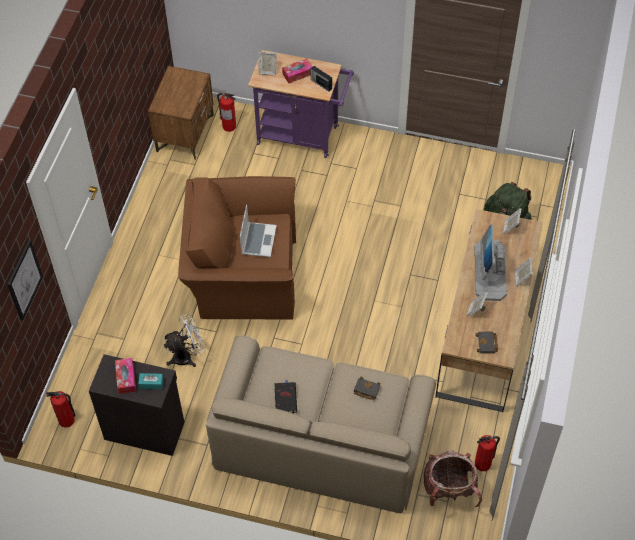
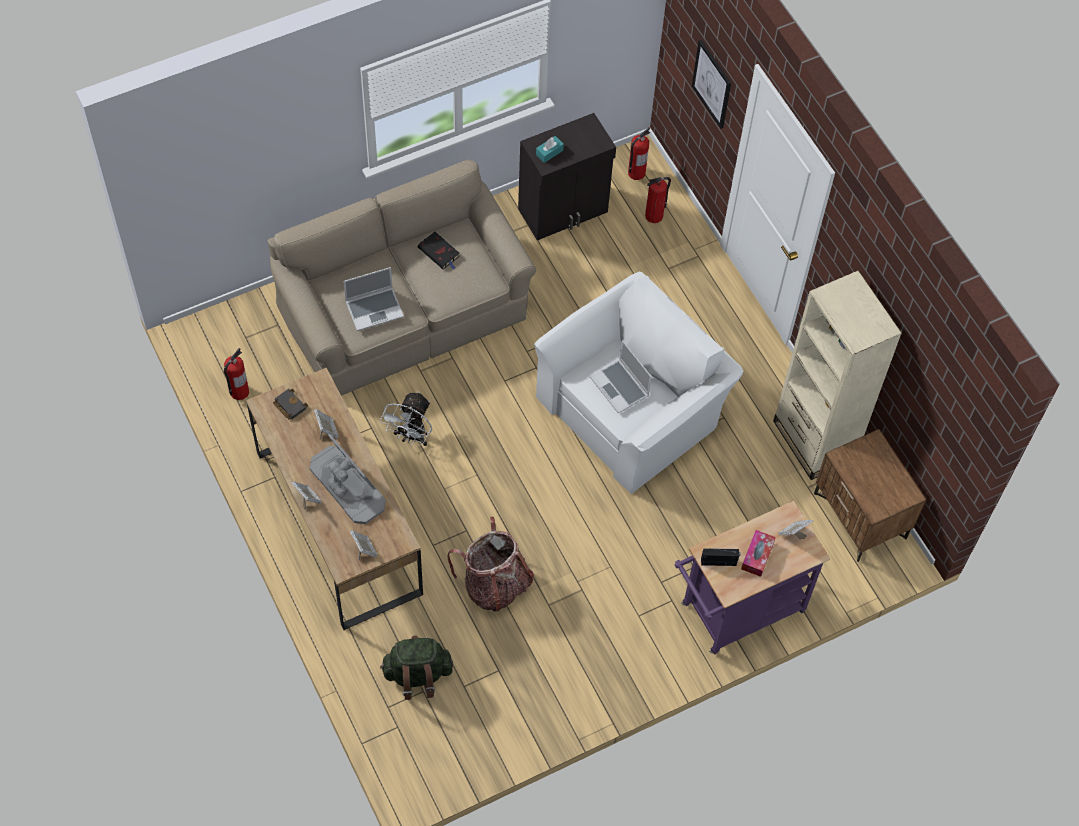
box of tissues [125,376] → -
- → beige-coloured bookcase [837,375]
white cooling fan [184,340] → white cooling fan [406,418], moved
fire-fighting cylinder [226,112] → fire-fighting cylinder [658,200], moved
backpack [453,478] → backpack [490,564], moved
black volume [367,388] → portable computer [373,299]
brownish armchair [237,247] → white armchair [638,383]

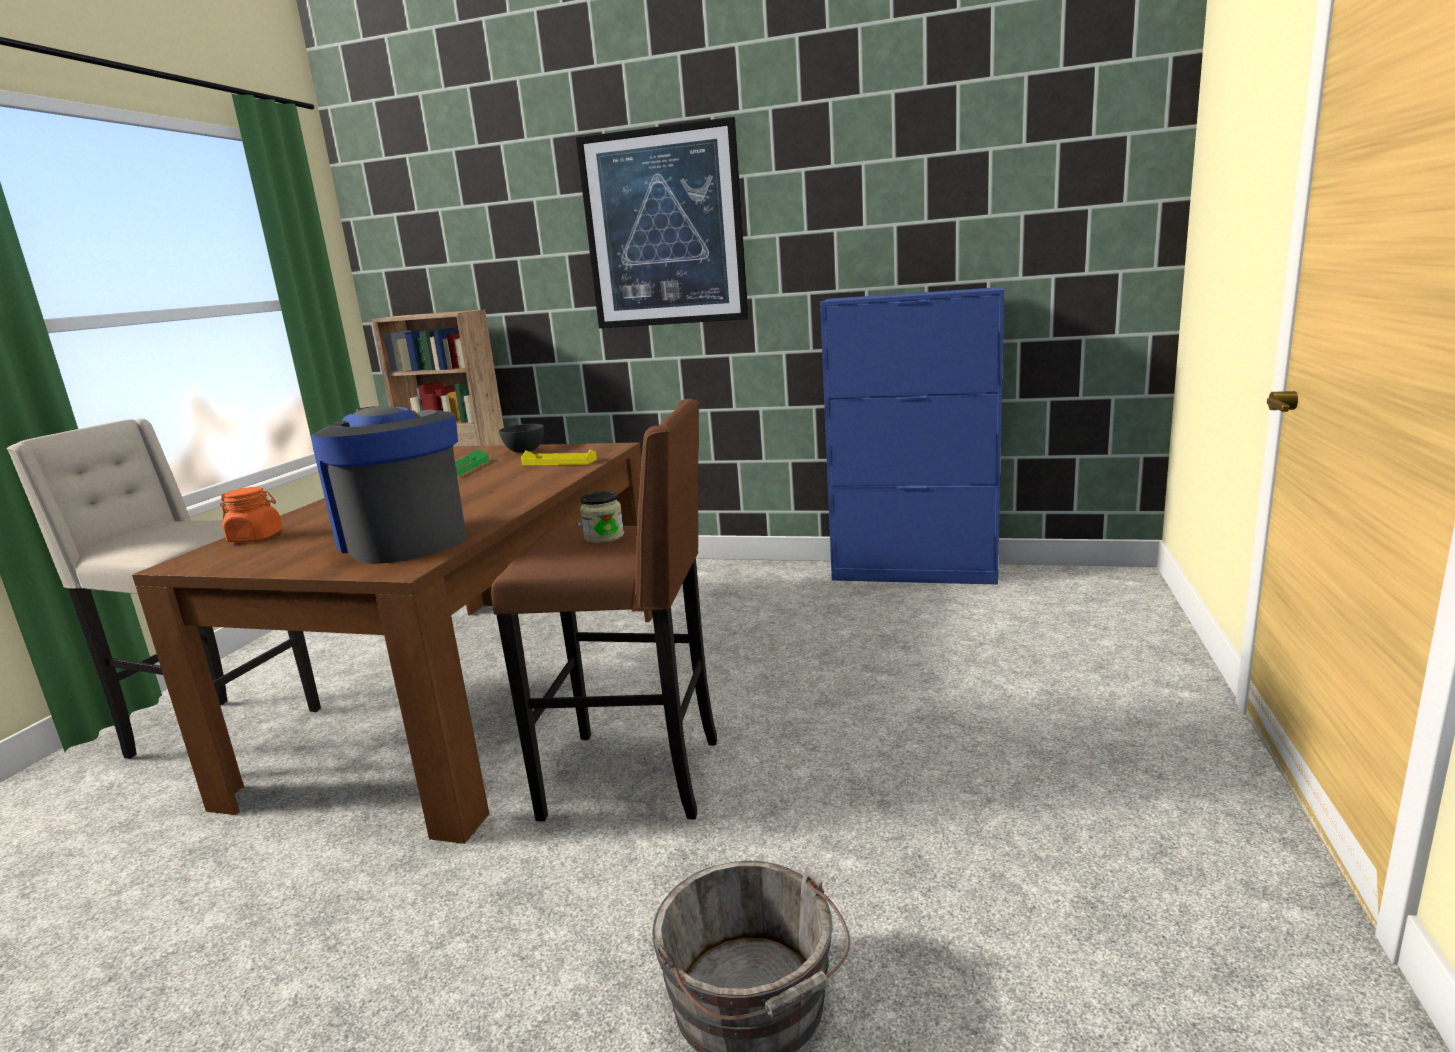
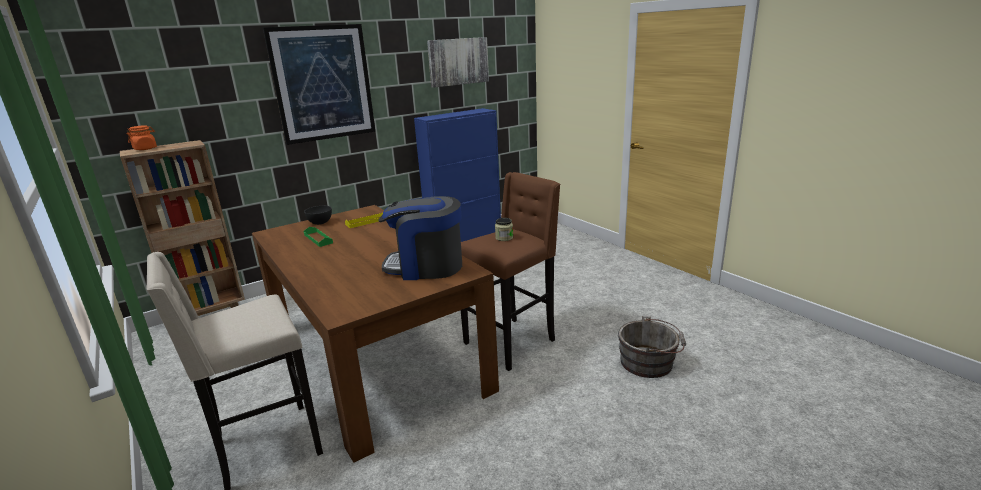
- → wall art [458,62]
orange-coloured storage jar [251,514] → orange-coloured storage jar [142,137], moved

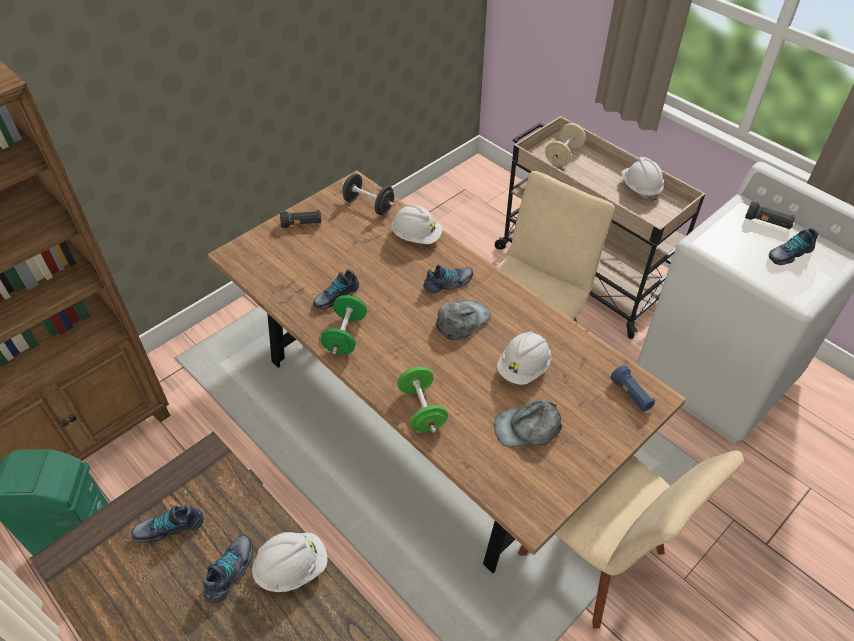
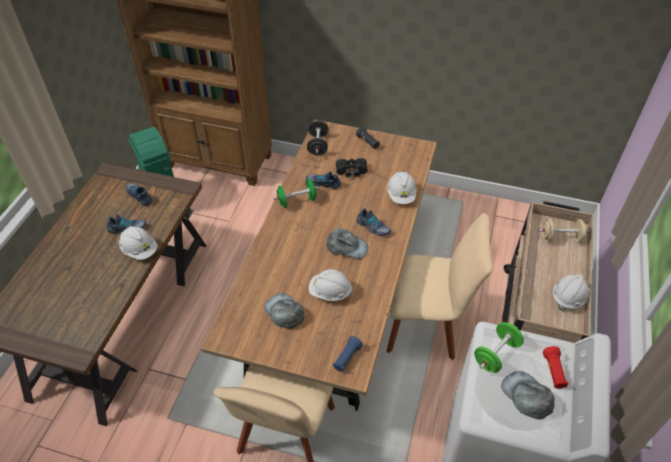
- → black field glasses [352,168]
black free weight [368,194] → black free weight [318,138], moved
green free weight [422,400] → green free weight [499,347], moved
low shoe [793,246] → grey baseball cap [528,395]
black flashlight [770,215] → red flashlight [556,367]

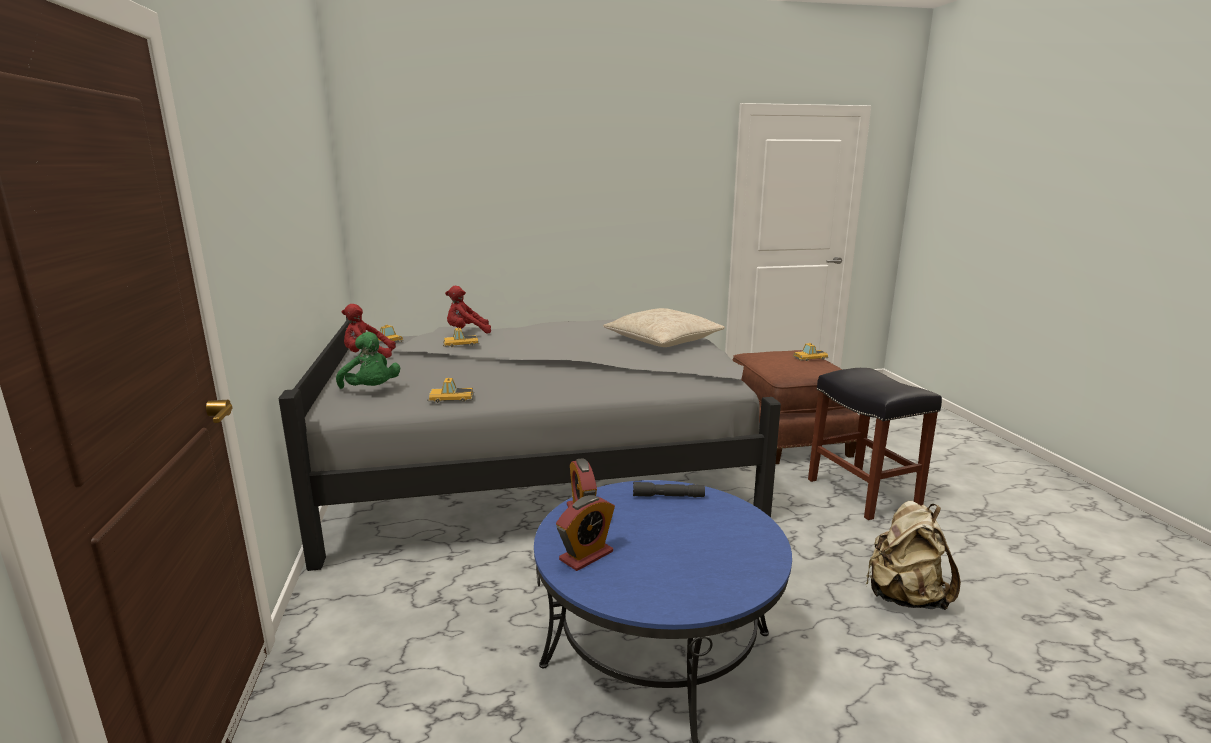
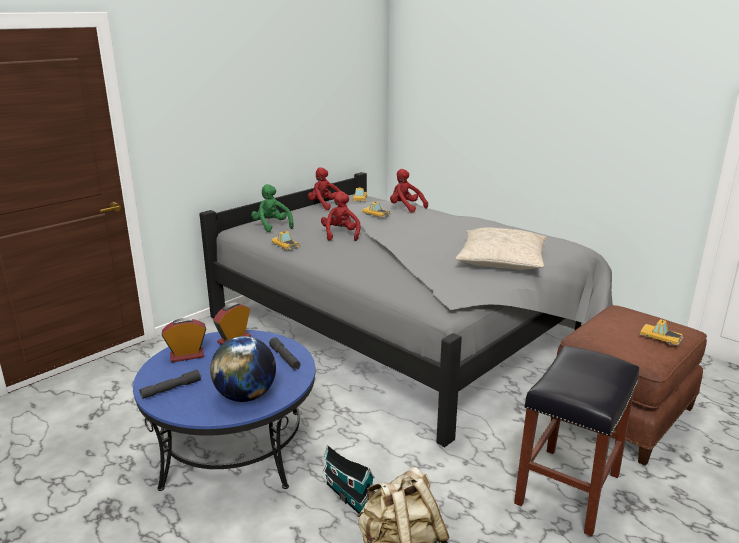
- → grey flashlight [170,384]
- → desk globe [243,369]
- → red cuddly toy [340,216]
- → miniature house [349,479]
green cuddly toy [368,360] → green cuddly toy [272,208], 135 degrees clockwise
bedside clock [585,533] → bedside clock [184,340], 150 degrees clockwise

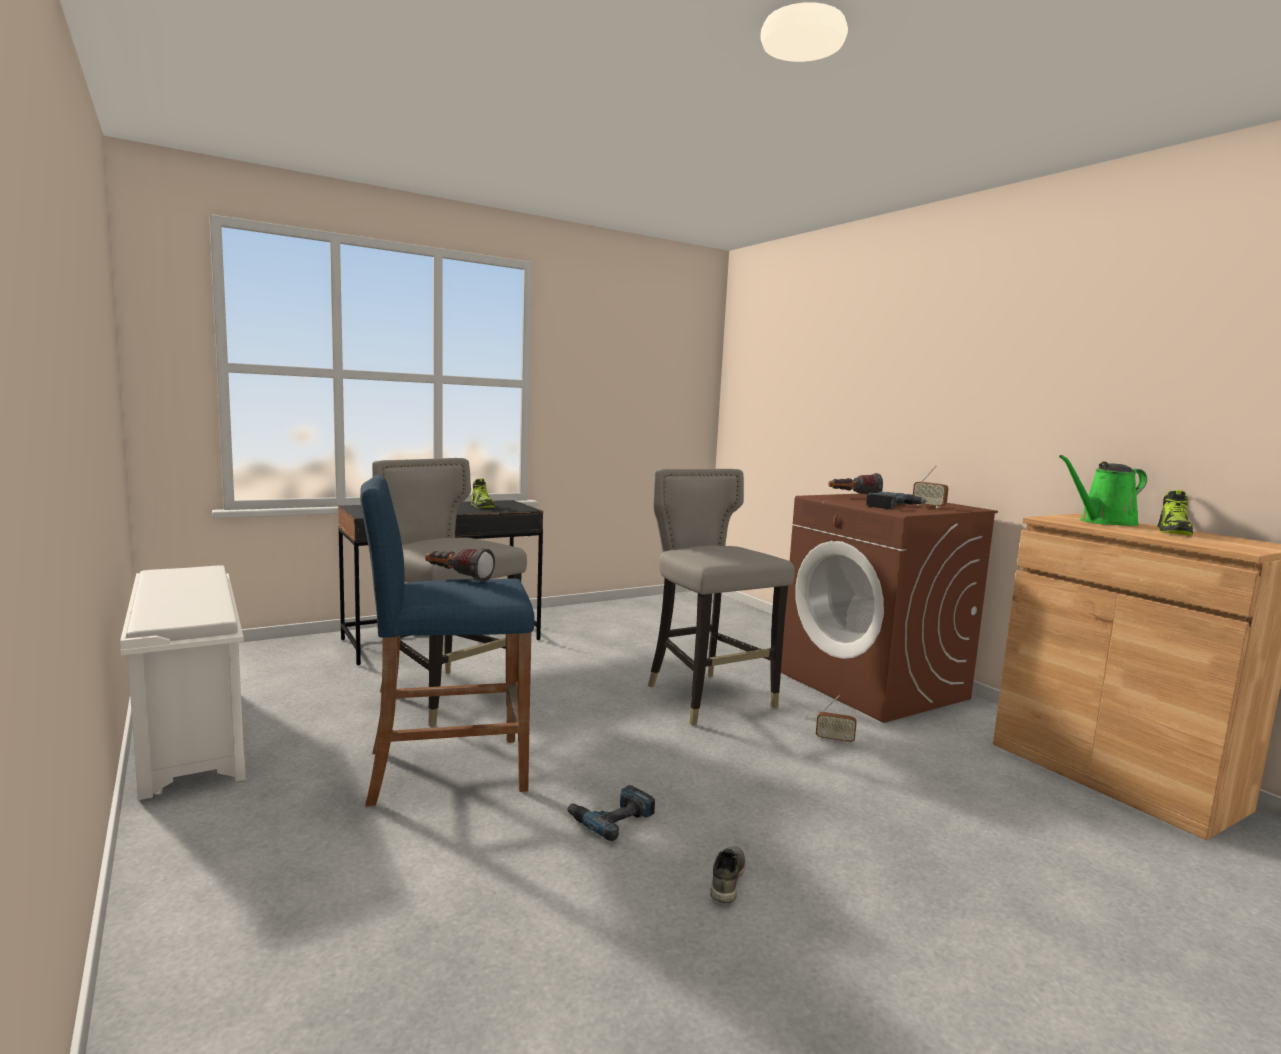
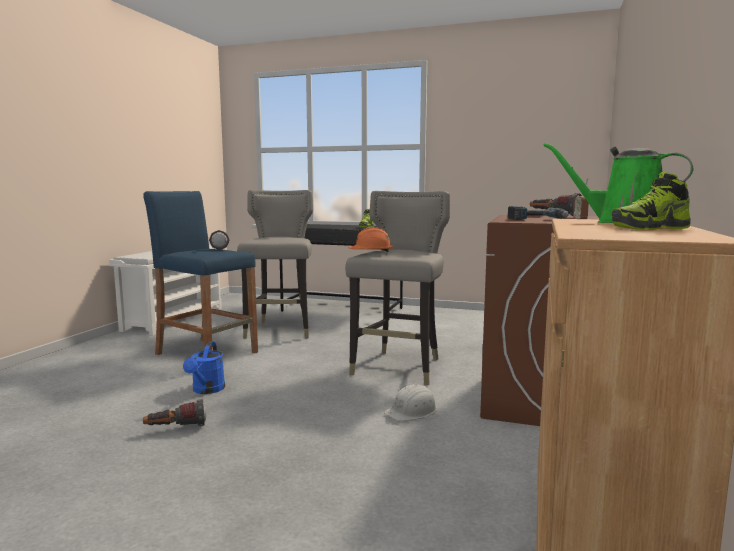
- → orange-coloured work helmet [371,239]
electric drill [610,813] → blue sprinkling can [204,367]
grey low shoe [728,875] → flashlight [175,412]
radio [836,719] → white work helmet [410,402]

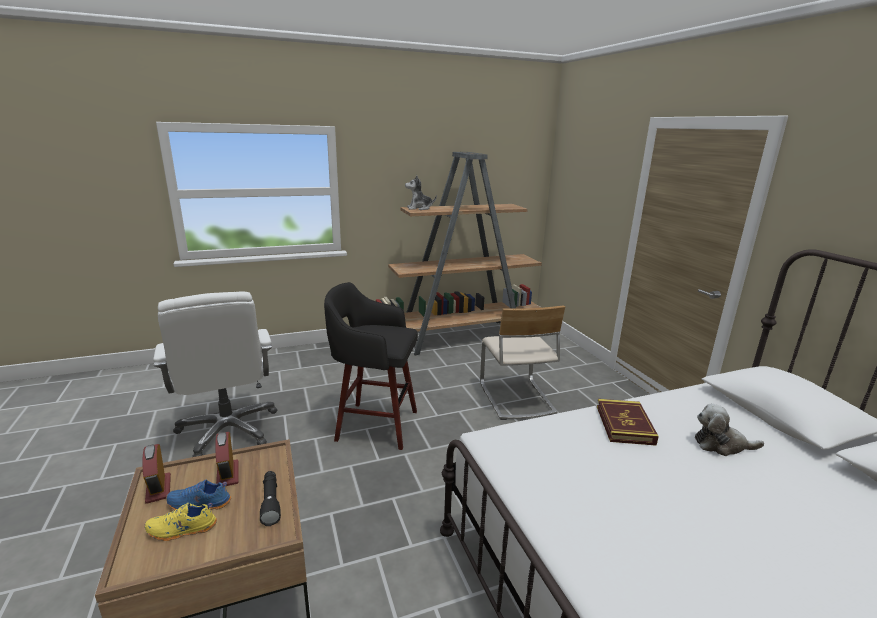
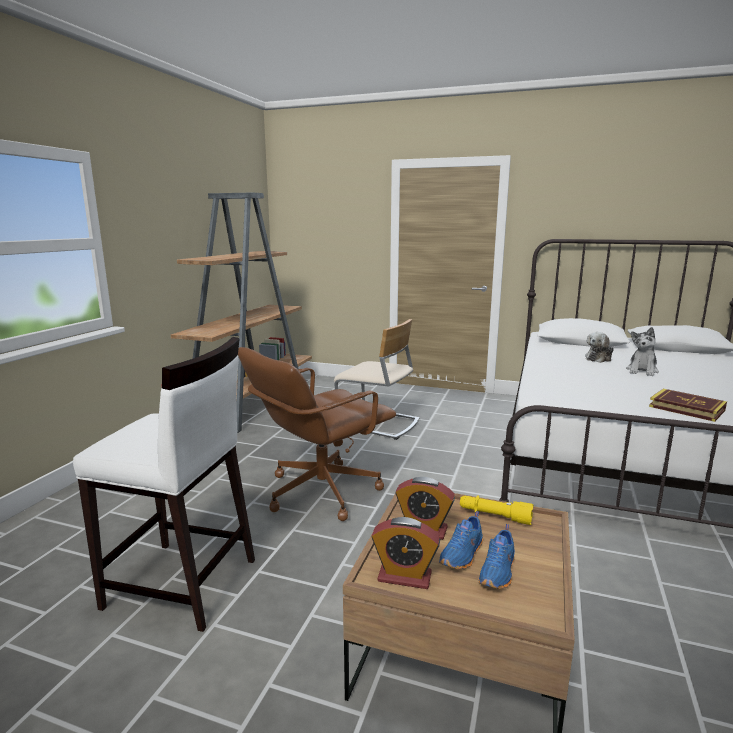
cuddly toy [421,192] → cuddly toy [642,351], moved
volume [628,422] → volume [688,405], moved
white computer chair [215,374] → white sitting stool [164,484]
black sitting stool [371,366] → brownish computer chair [317,434]
yellow-coloured low shoe [181,522] → blue low shoe [496,556]
black flashlight [270,498] → yellow-coloured flashlight [497,510]

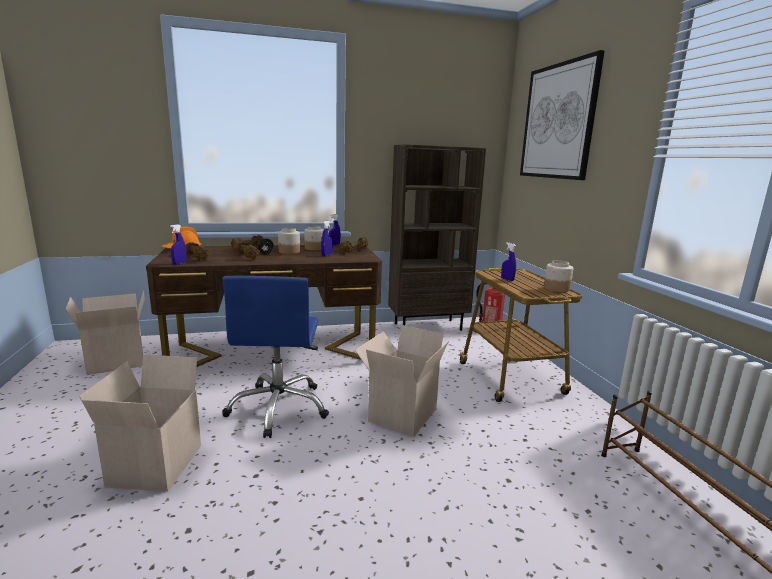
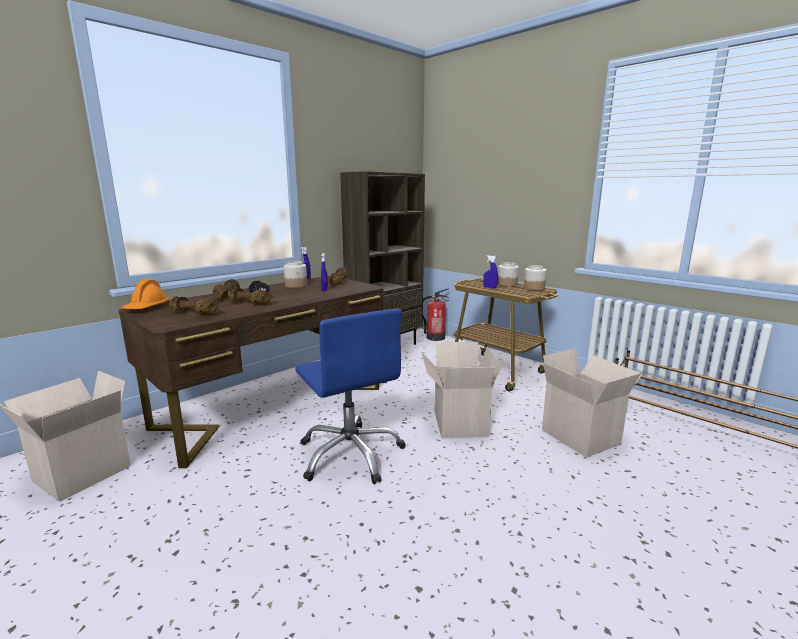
blue hand sprayer [178,244] → -
wall art [562,115] → -
packing box [146,423] → packing box [592,403], moved
storage jar [289,241] → storage jar [508,274], moved

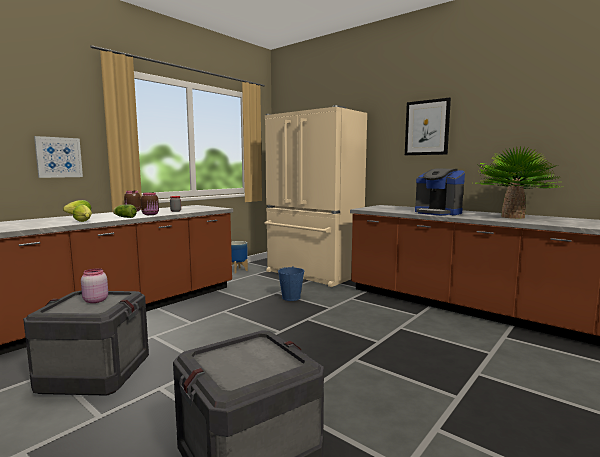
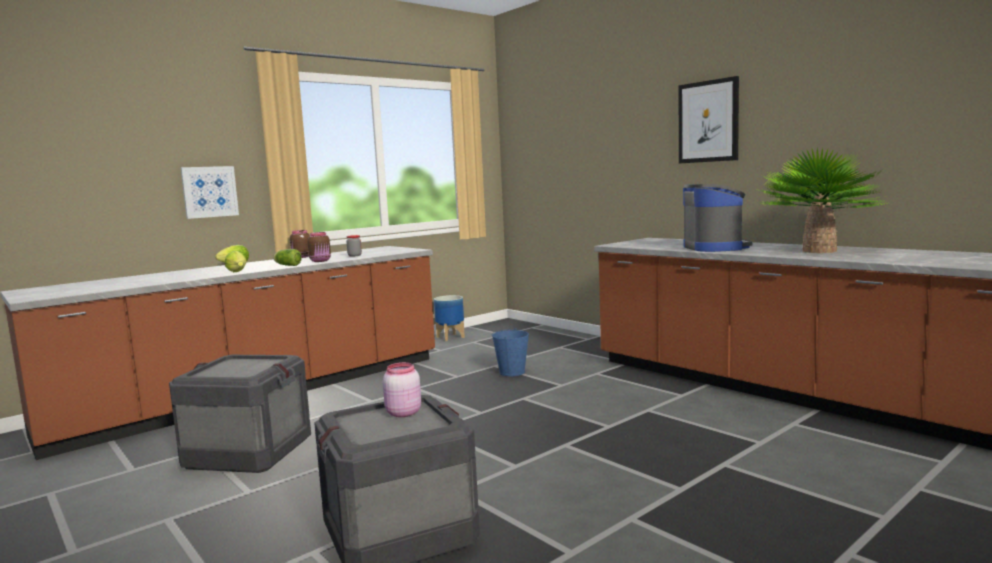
beige-coloured refrigerator [316,196] → -
pinkish storage jar [94,285] → pinkish storage jar [402,389], moved
coffee brewer [440,192] → coffee brewer [717,218], 150 degrees counterclockwise

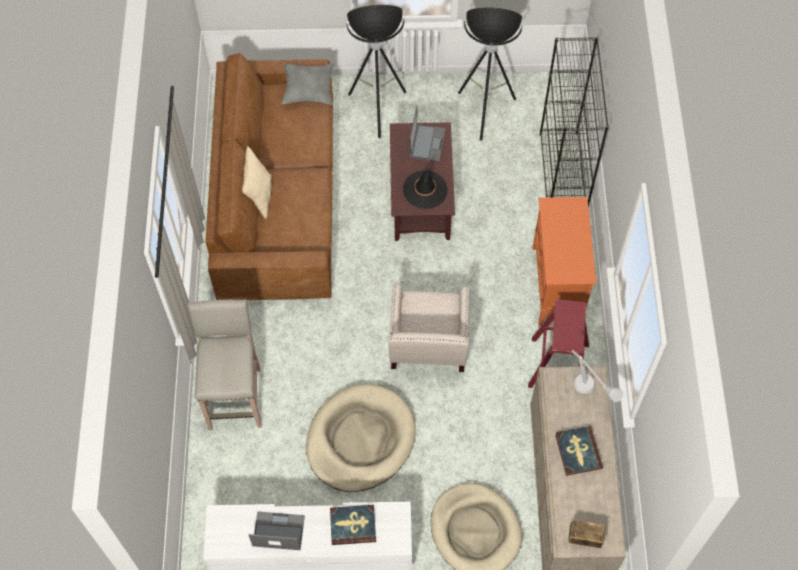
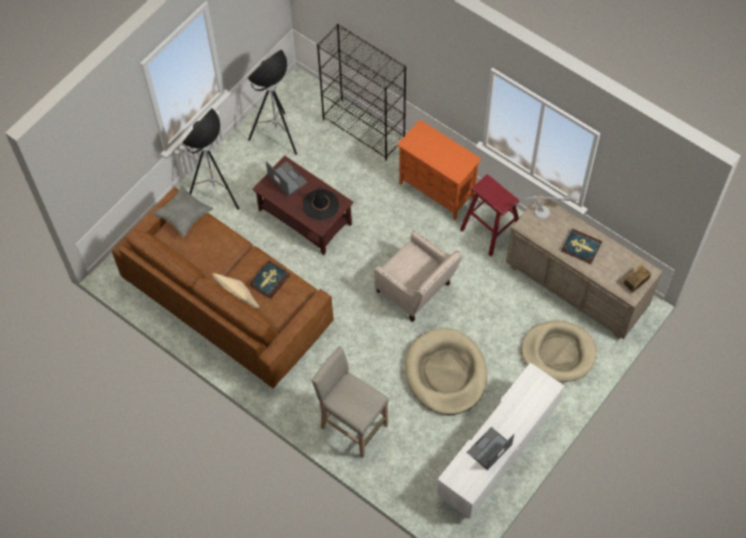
volume [353,525] → volume [270,279], moved

